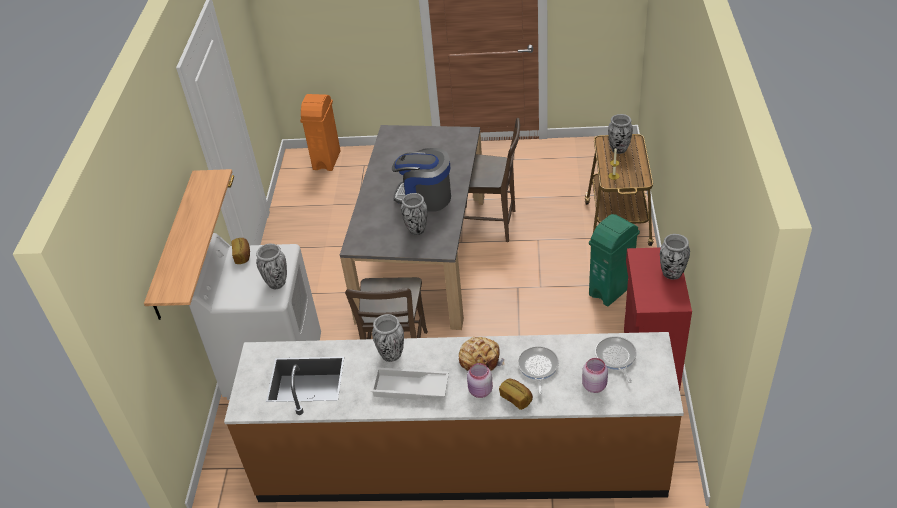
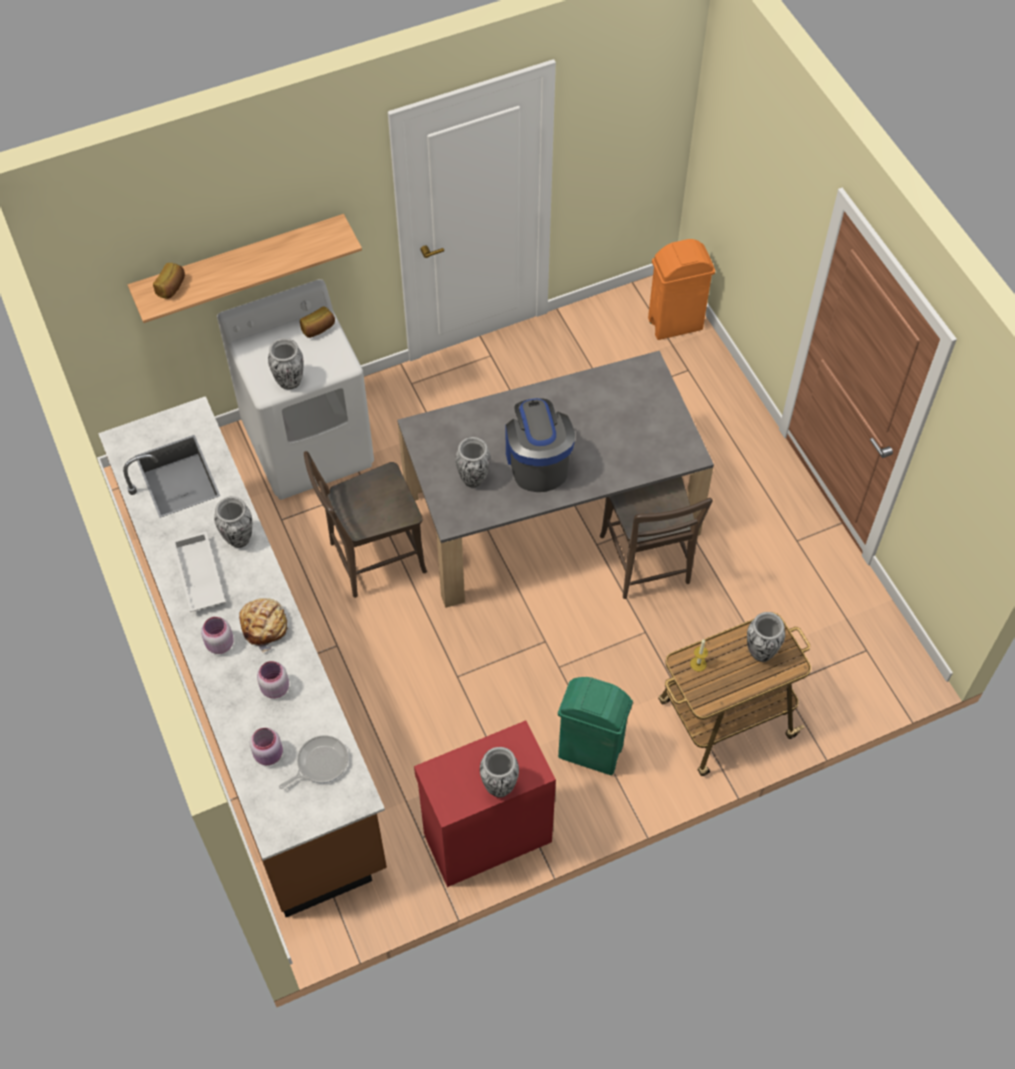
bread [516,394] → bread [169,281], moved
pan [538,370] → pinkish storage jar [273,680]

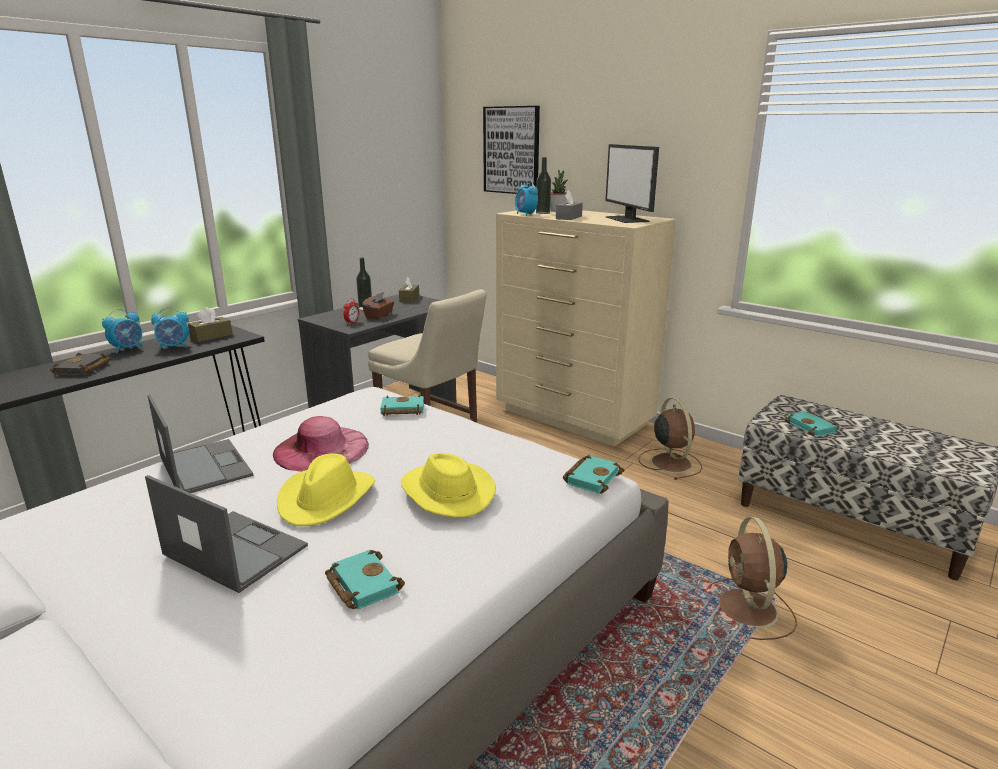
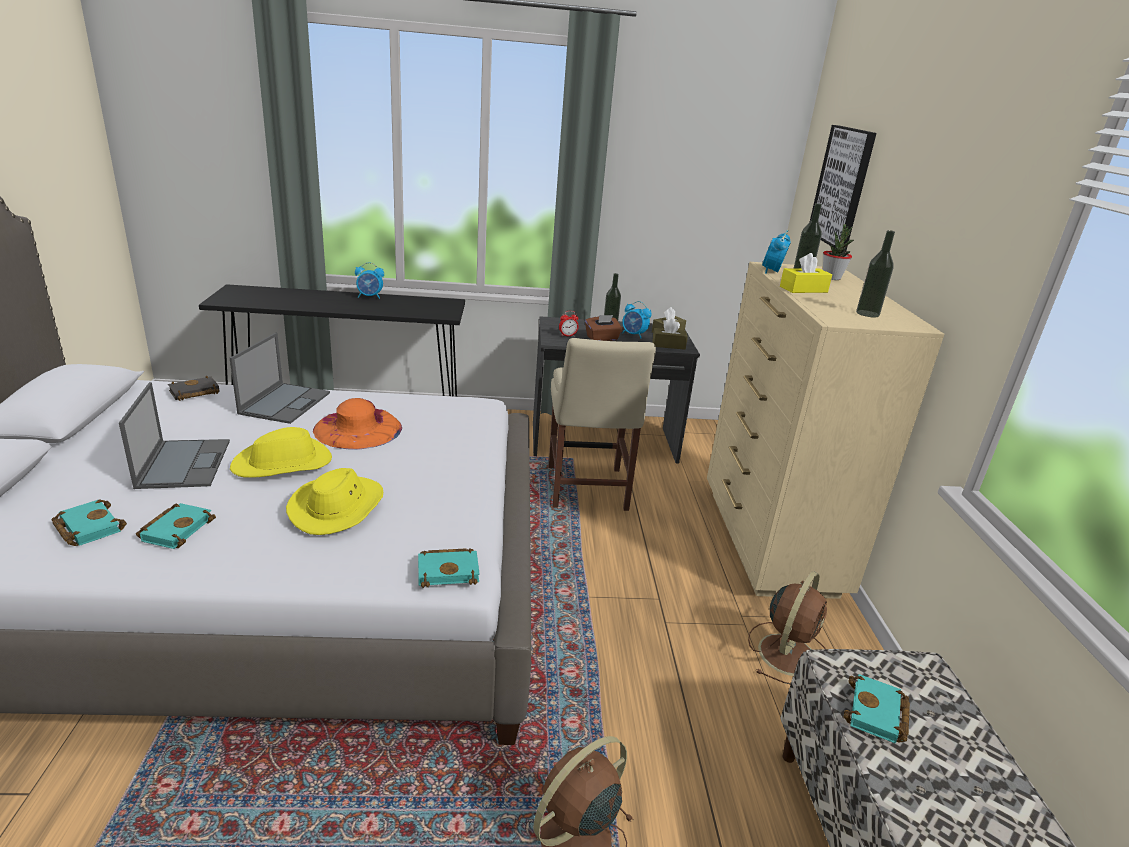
black volume [80,364] → black volume [194,388], moved
bedside clock [170,328] → bedside clock [637,319], moved
brownish box of tissues [210,324] → brownish box of tissues [670,334], moved
turquoise volume [402,405] → turquoise volume [89,522], moved
computer display [632,183] → bottle [875,273]
pinkish clothing hat [321,444] → orange-coloured clothing hat [357,424]
grey box of tissues [569,205] → yellow-coloured box of tissues [806,273]

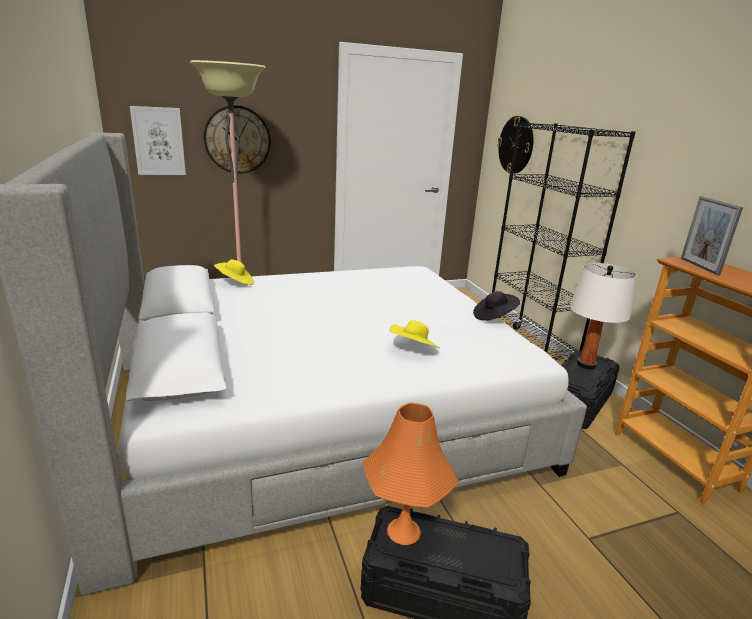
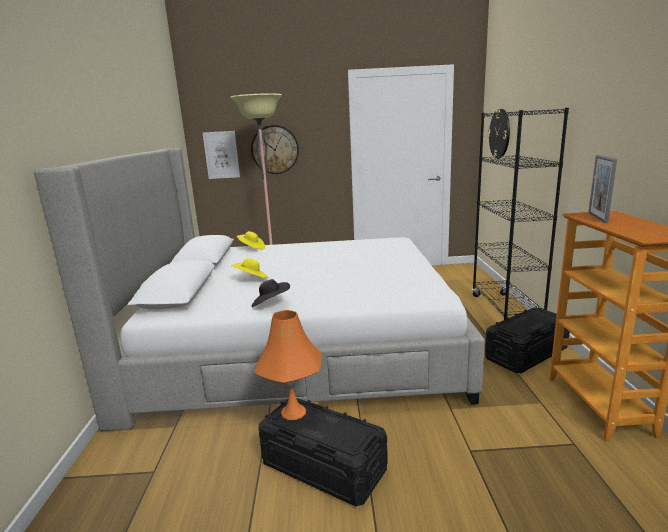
white lamp for a table [603,316] → -
yellow-coloured clothing hat [415,334] → yellow-coloured clothing hat [250,268], moved
black clothing hat [496,306] → black clothing hat [271,293], moved

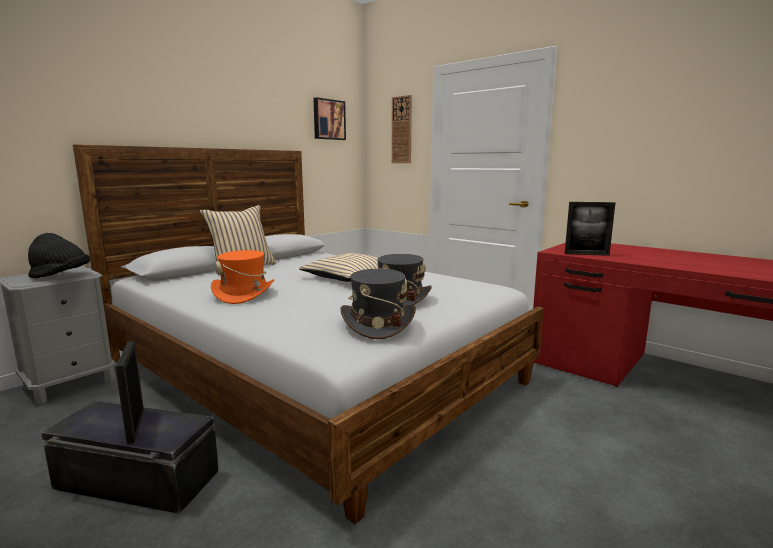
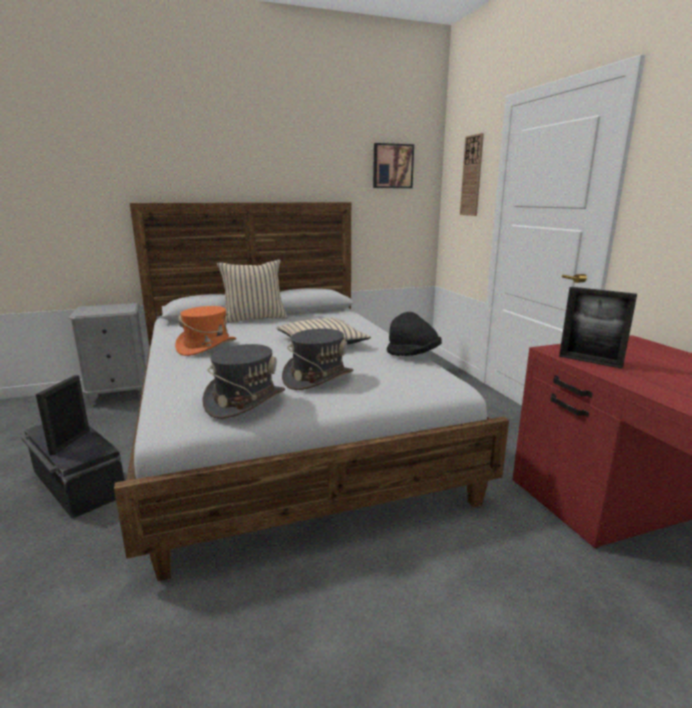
black clothing hat [59,255] → black clothing hat [414,334], moved

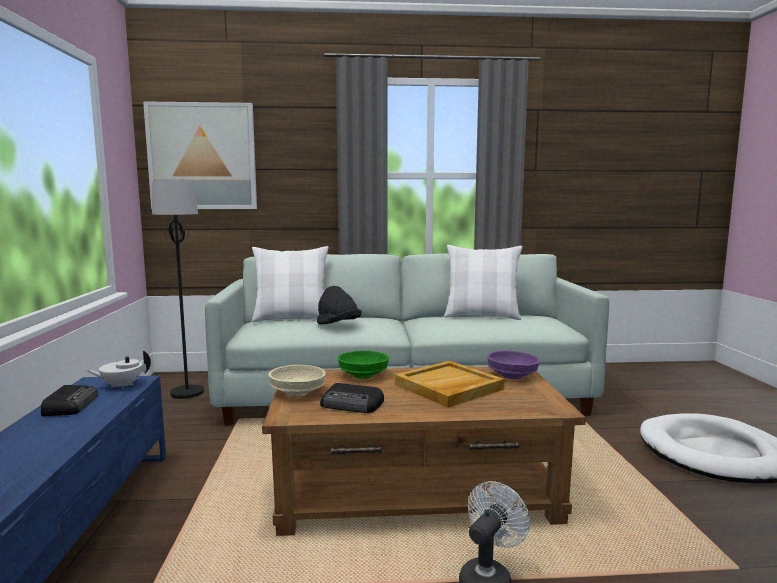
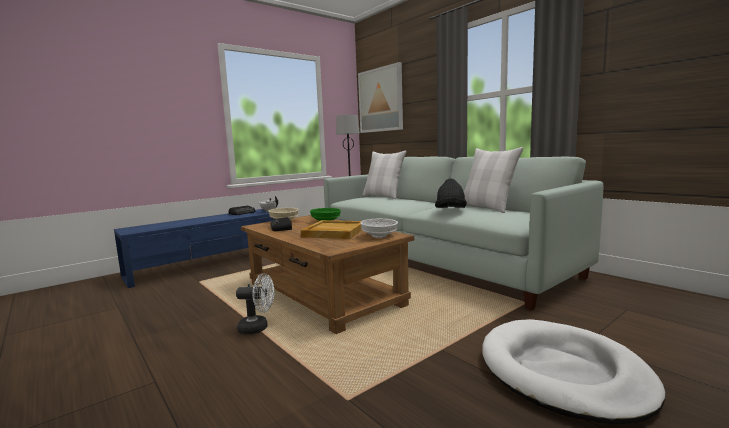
black clothing hat [339,305] → black clothing hat [451,193], moved
purple serving bowl [513,365] → white serving bowl [379,228]

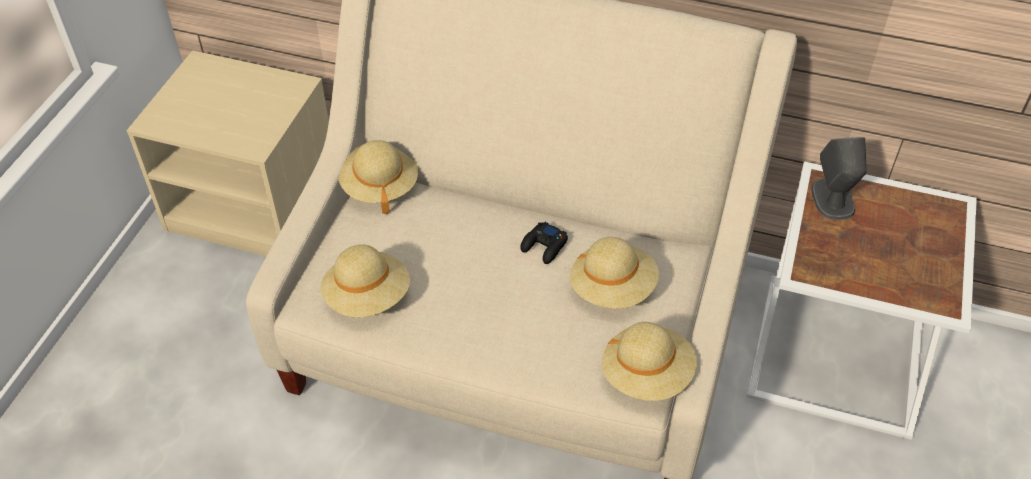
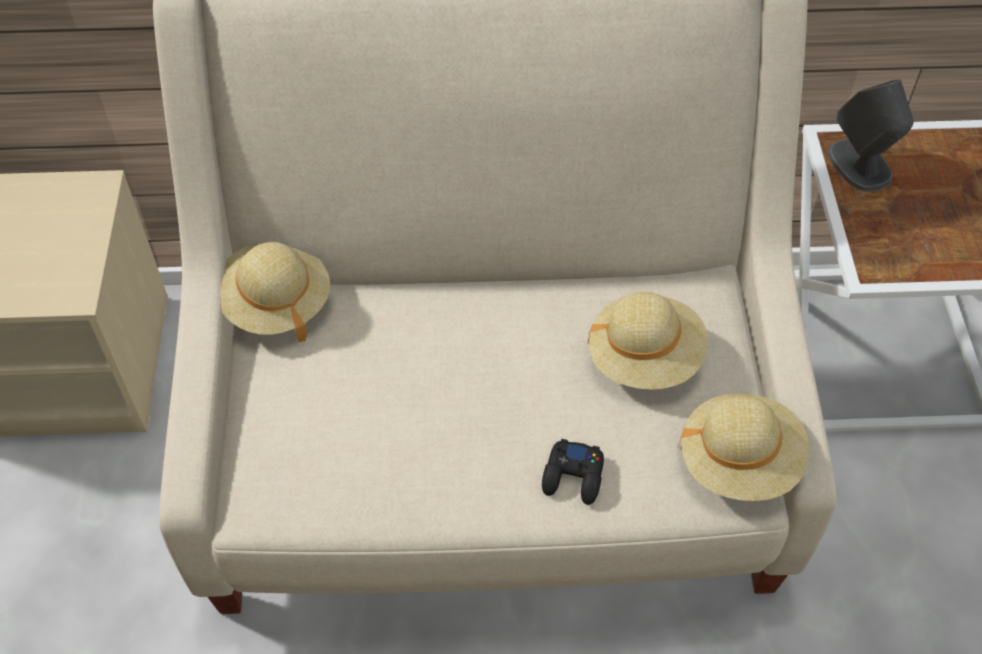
beige-coloured clothing hat [365,281] → -
black joypad [544,243] → black joypad [573,472], moved

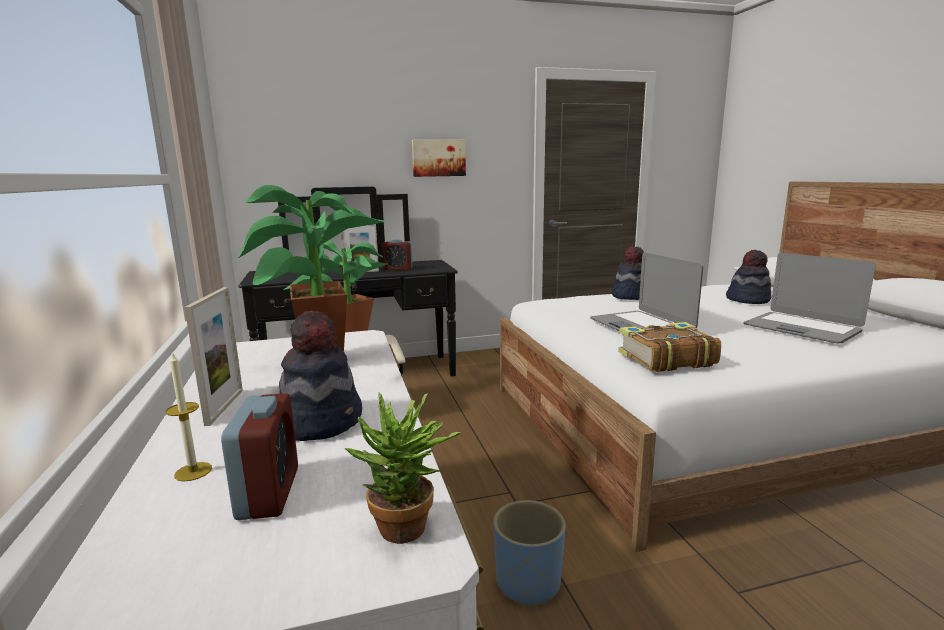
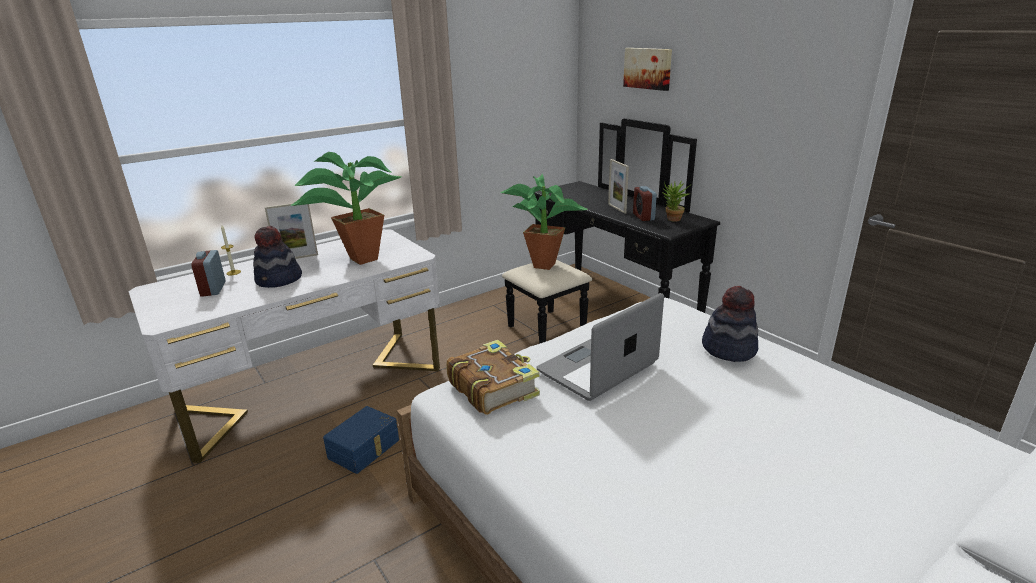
clothing hat [748,277] → -
portable computer [809,298] → -
houseplant [403,468] → houseplant [676,201], moved
wall art [439,158] → wall art [647,69], moved
blue flower pot [529,553] → blue storage box [361,440]
bedside clock [259,456] → bedside clock [208,273], 105 degrees clockwise

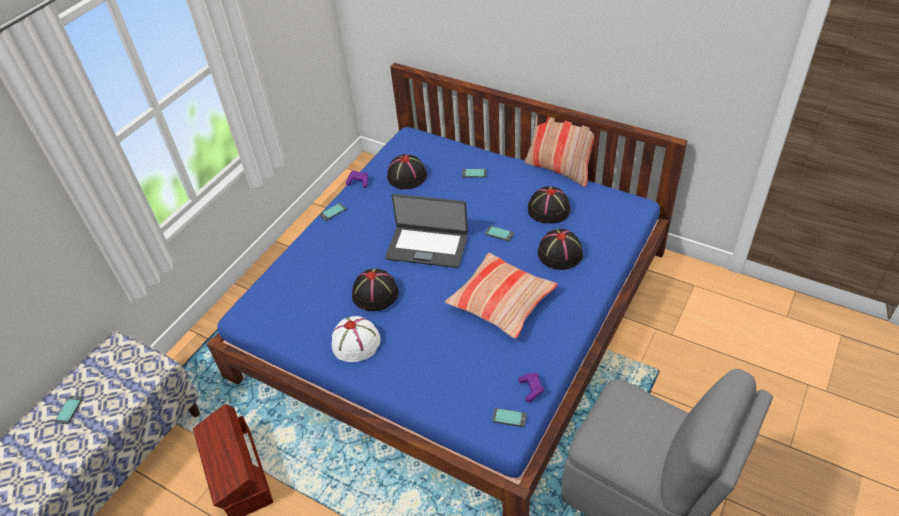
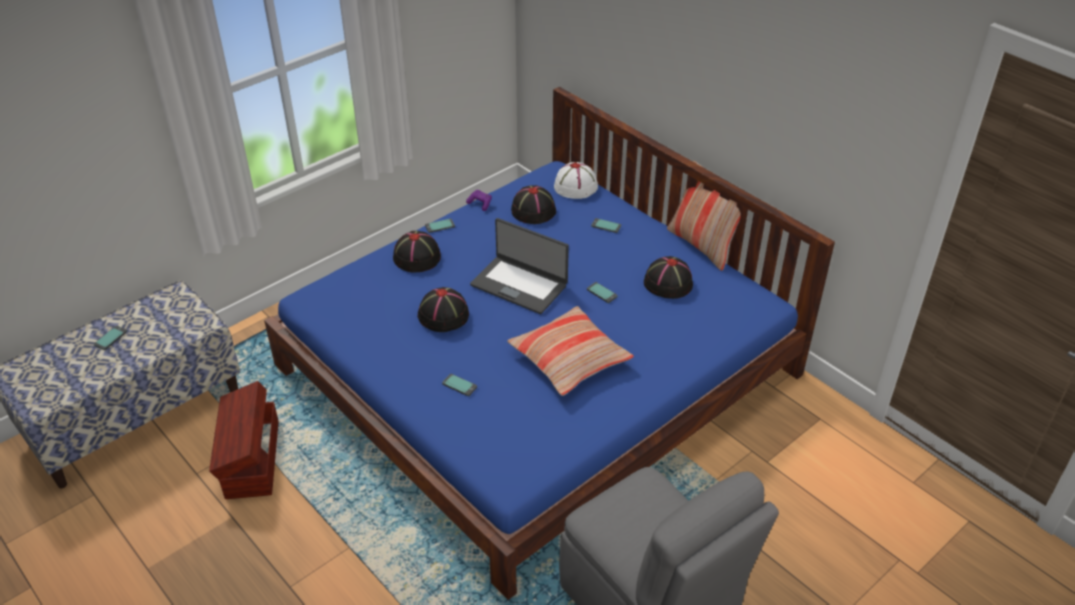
purple joypad [531,387] → -
white clothing hat [356,339] → white clothing hat [576,180], moved
handset [509,417] → handset [459,385], moved
black clothing hat [560,249] → black clothing hat [417,252], moved

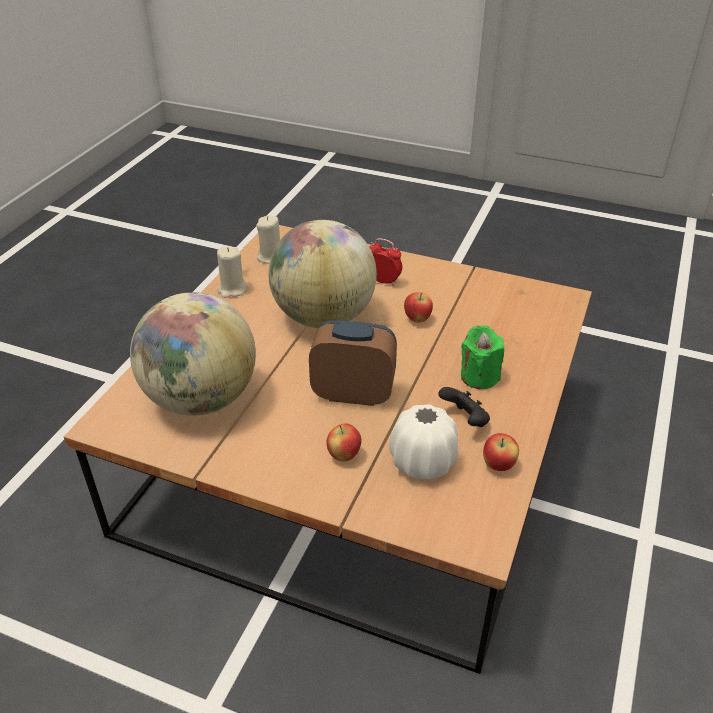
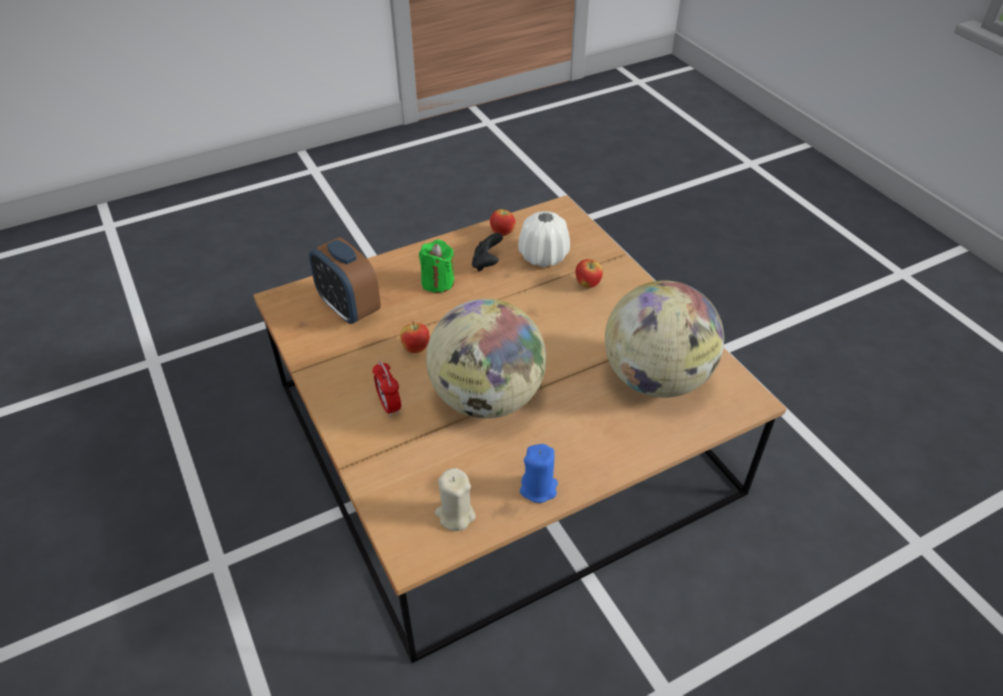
bedside clock [353,363] → bedside clock [345,280], moved
beige-coloured wax light [232,272] → blue wax light [539,473]

